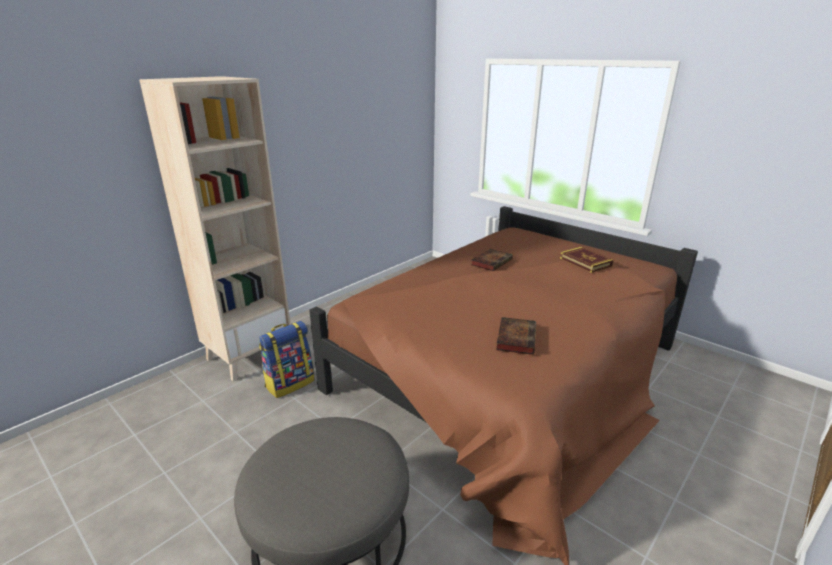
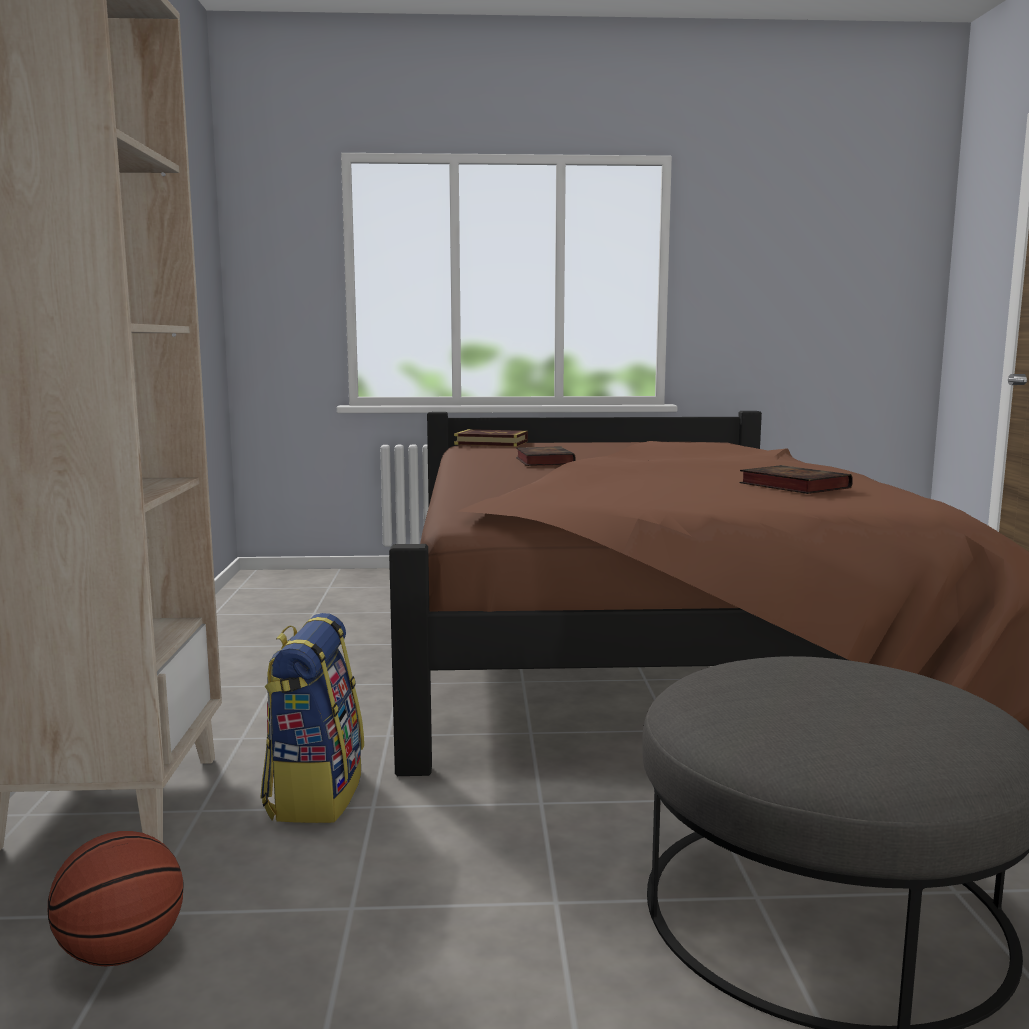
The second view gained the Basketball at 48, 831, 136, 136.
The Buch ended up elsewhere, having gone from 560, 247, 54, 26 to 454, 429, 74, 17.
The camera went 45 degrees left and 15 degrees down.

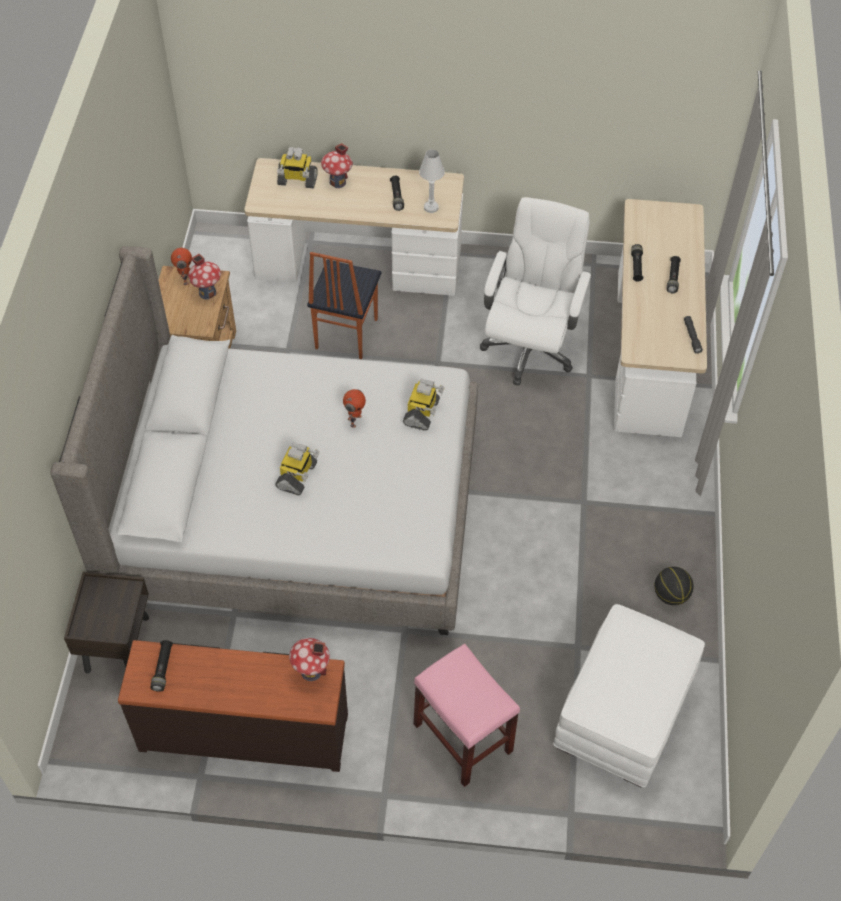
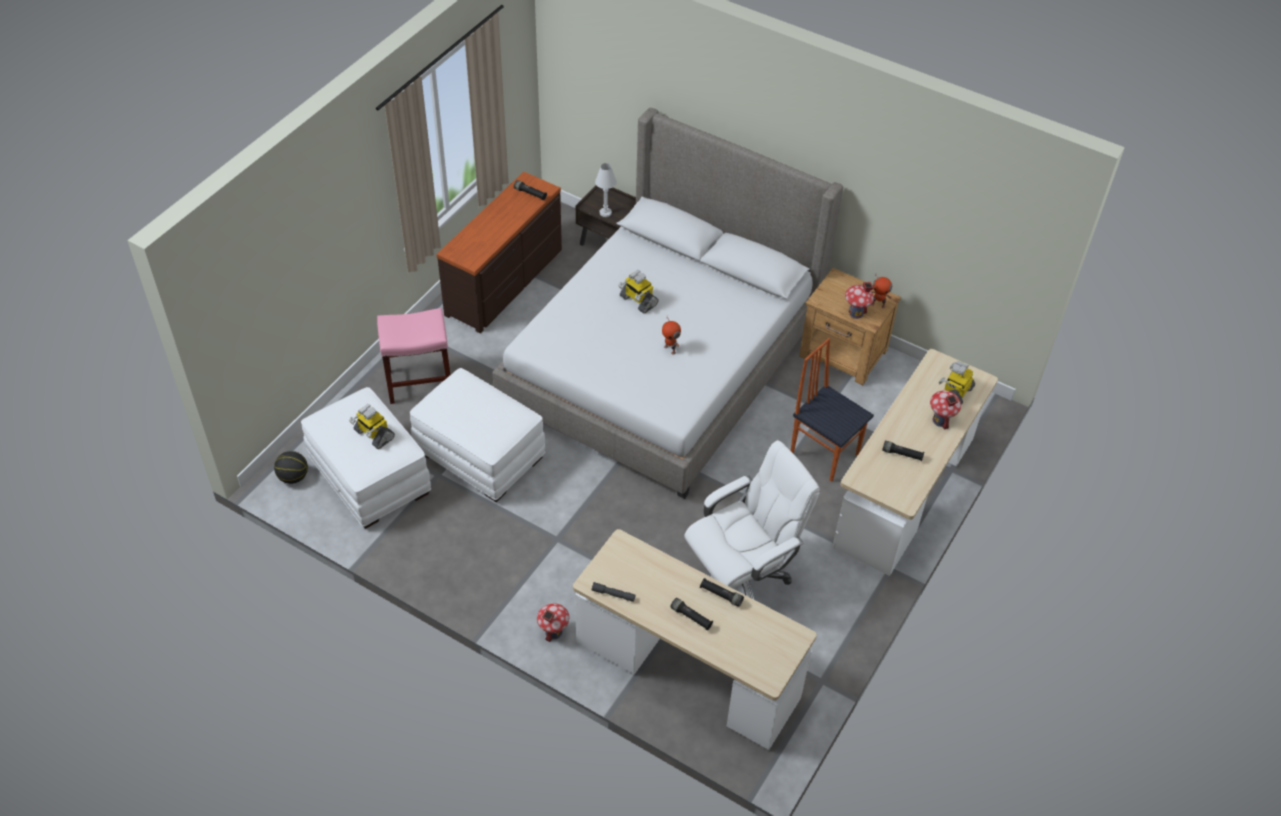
The Basketball ended up elsewhere, having gone from 655, 567, 39, 38 to 274, 451, 34, 33.
The Spielzeugroboter ended up elsewhere, having gone from 403, 378, 41, 53 to 349, 404, 46, 45.
The second view gained the Polsterhocker (weiß) at 410, 368, 135, 134.
The Spielzeughaus ended up elsewhere, having gone from 289, 638, 41, 43 to 537, 604, 32, 38.
The Tischlampe (weiß) ended up elsewhere, having gone from 419, 149, 26, 64 to 595, 163, 21, 54.
The Bürostuhl (weiß) at 480, 197, 112, 189 ended up facing another way, 75 degrees counterclockwise from before.
The camera went 115 degrees right and 5 degrees down.

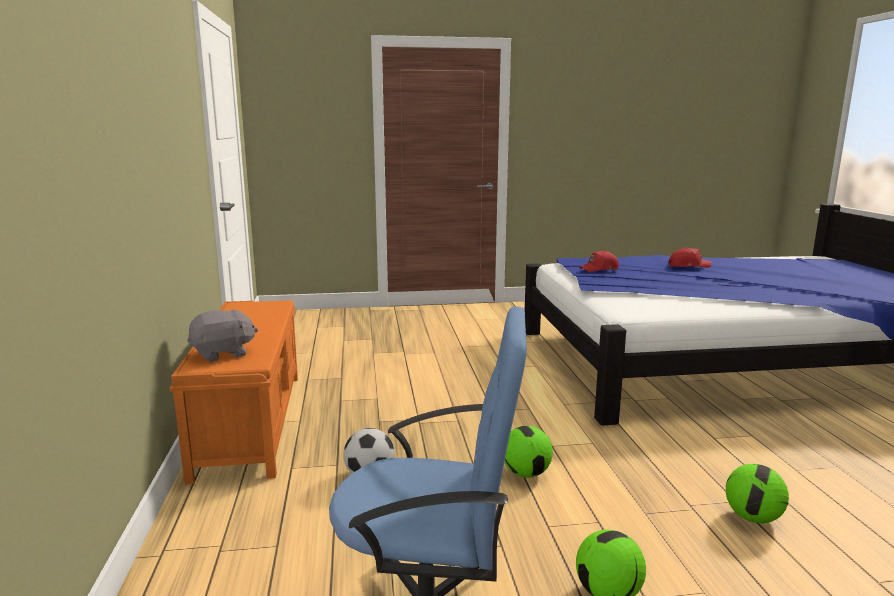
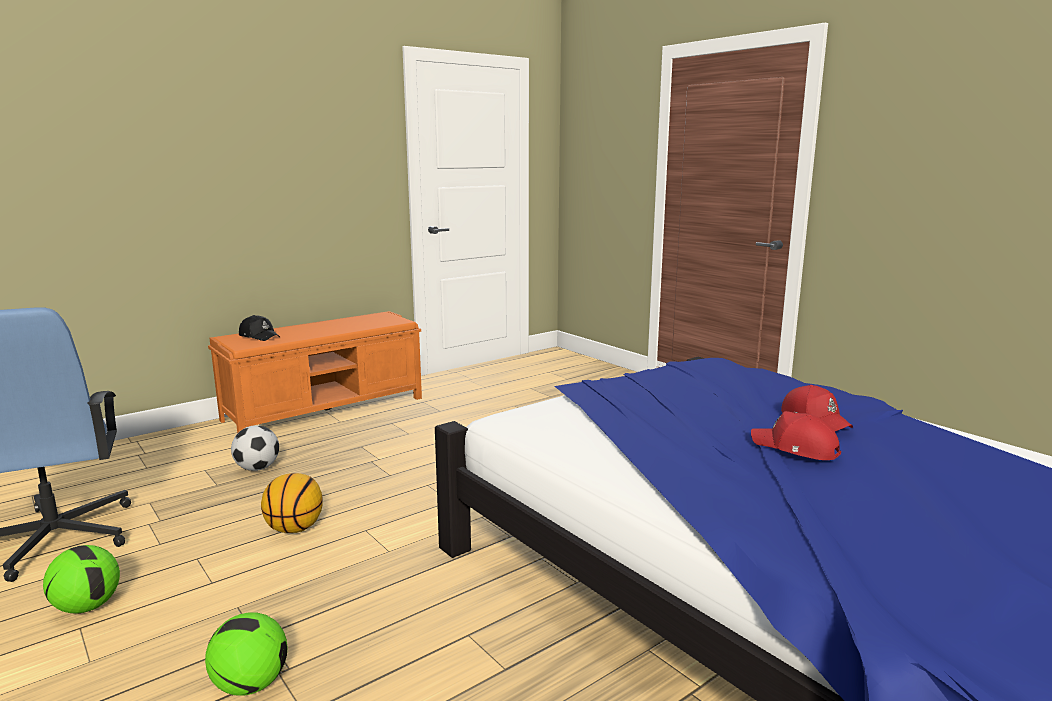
Where the Plüschtier (grau) stood at 187, 309, 71, 53, the Kappe (schwarz) came to stand at 239, 315, 41, 26.
Where the Fußball stood at 505, 426, 48, 52, the Basketball came to stand at 261, 473, 62, 60.
The Kappe (rot) ended up elsewhere, having gone from 579, 250, 40, 22 to 751, 411, 90, 49.
The camera went 60 degrees right and 0 degrees up.

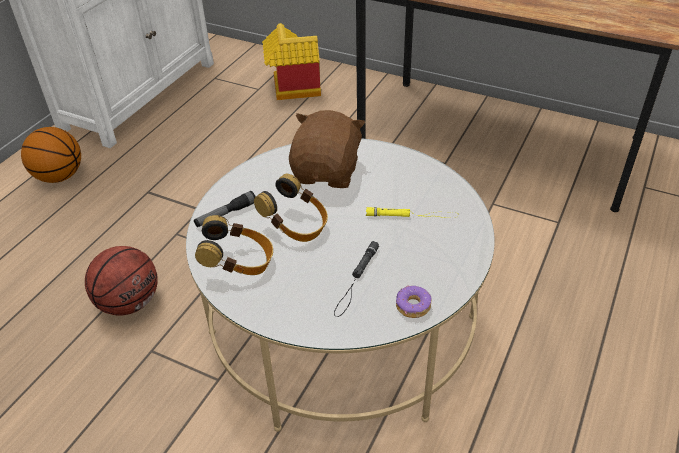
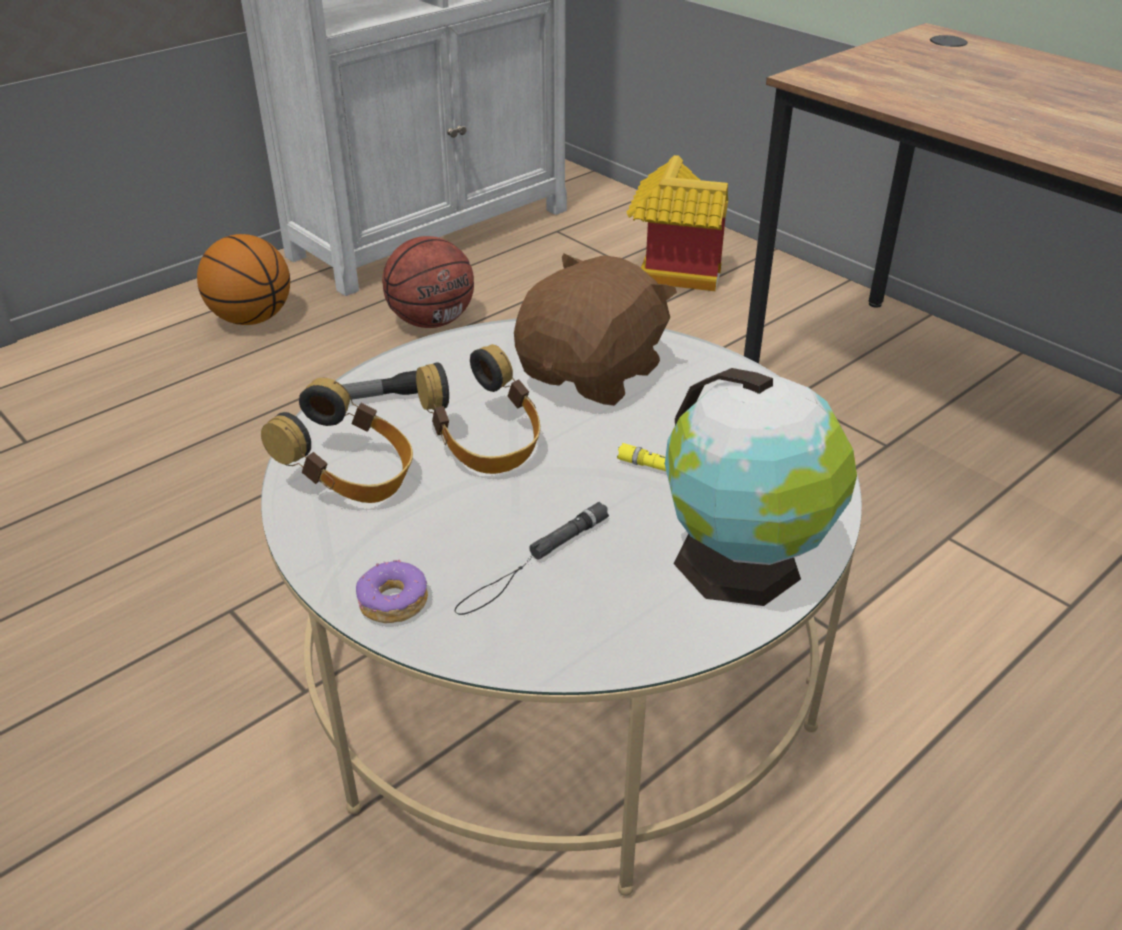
The Donut ended up elsewhere, having gone from 396, 285, 35, 33 to 356, 560, 72, 63.
The Basketball ended up elsewhere, having gone from 85, 246, 73, 70 to 382, 236, 92, 92.
The second view gained the Globus at 665, 368, 192, 238.
The camera went 20 degrees right and 5 degrees down.

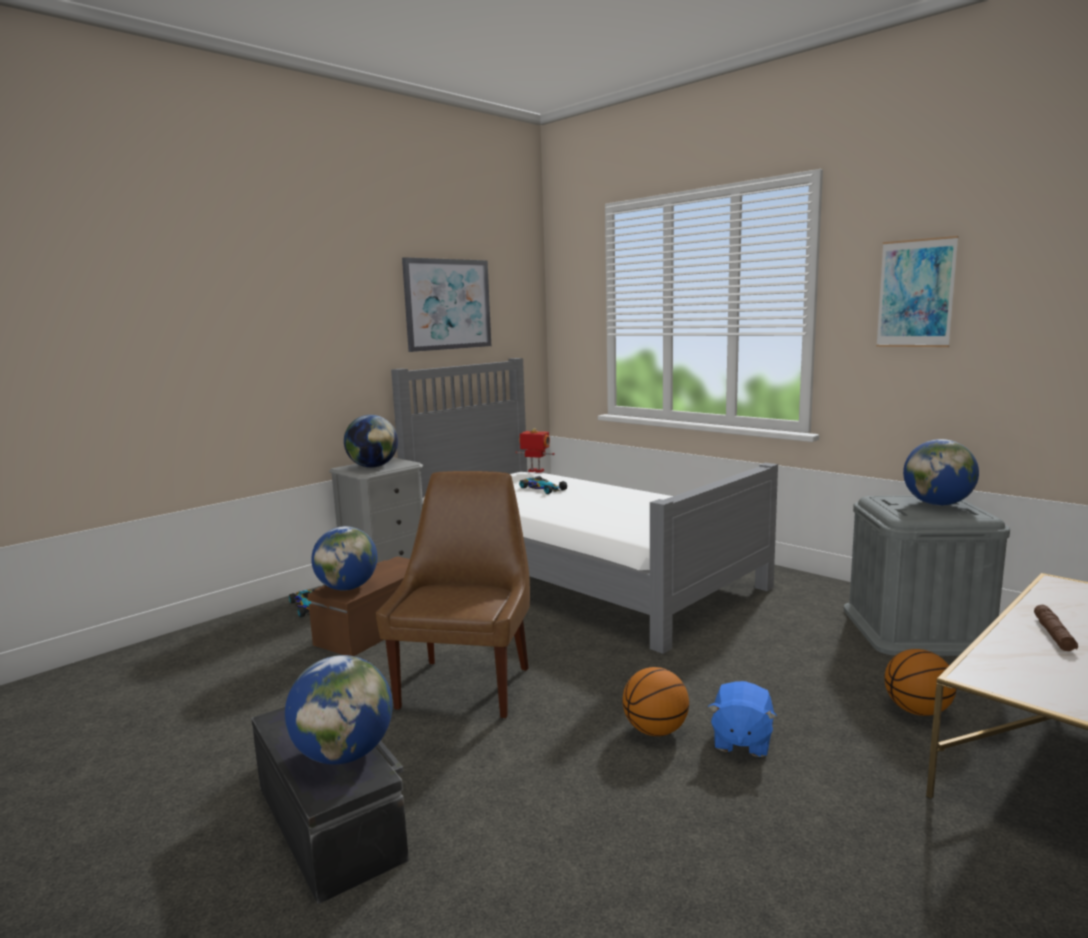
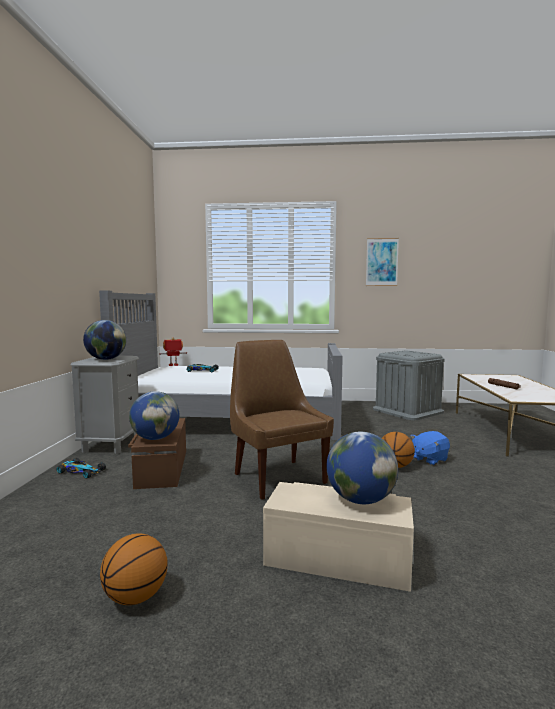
The Basketball ended up elsewhere, having gone from 884, 649, 73, 67 to 100, 533, 68, 72.
What was the Aufbewahrungsbox (schwarz) at 251, 707, 158, 197 turned into the Aufbewahrungsbox (beige) at 263, 482, 151, 110.
The Plüschtier (blau) at 708, 681, 69, 76 ended up facing another way, 75 degrees clockwise from before.
The second view lost the Bild at 402, 257, 89, 95.
The second view lost the Globus at 903, 439, 76, 67.
The camera went 40 degrees left and 5 degrees down.

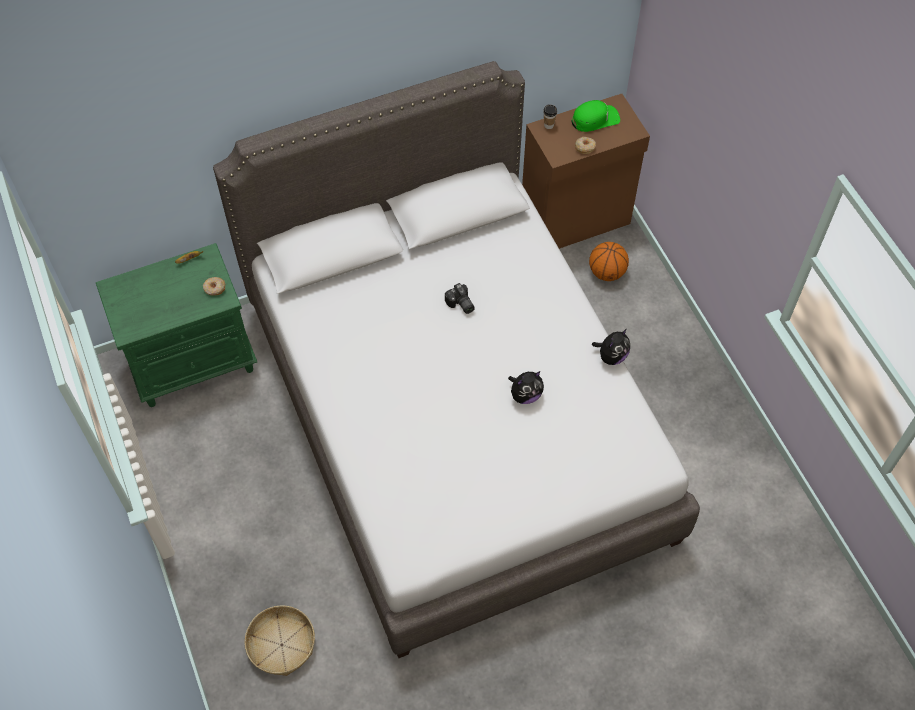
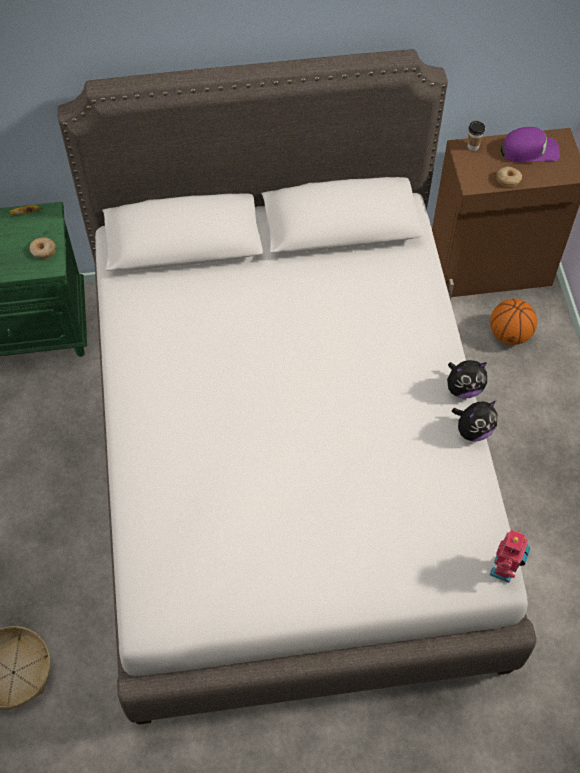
The Plüschtier ended up elsewhere, having gone from 508, 371, 36, 33 to 447, 360, 40, 39.
The second view gained the Spielzeugroboter at 490, 530, 40, 53.
What was the Kappe (grün) at 572, 100, 48, 32 turned into the Kappe (lila) at 501, 127, 59, 36.
The second view lost the Kamera at 445, 283, 30, 31.
The camera went 15 degrees right and 0 degrees up.

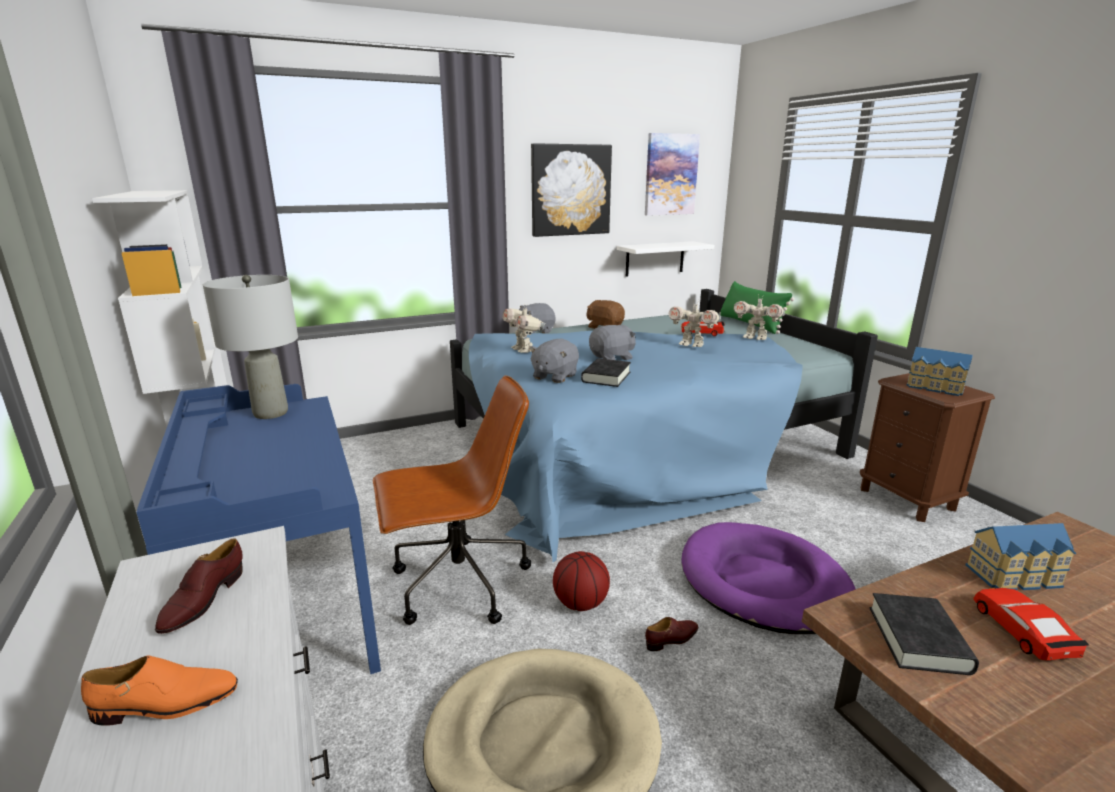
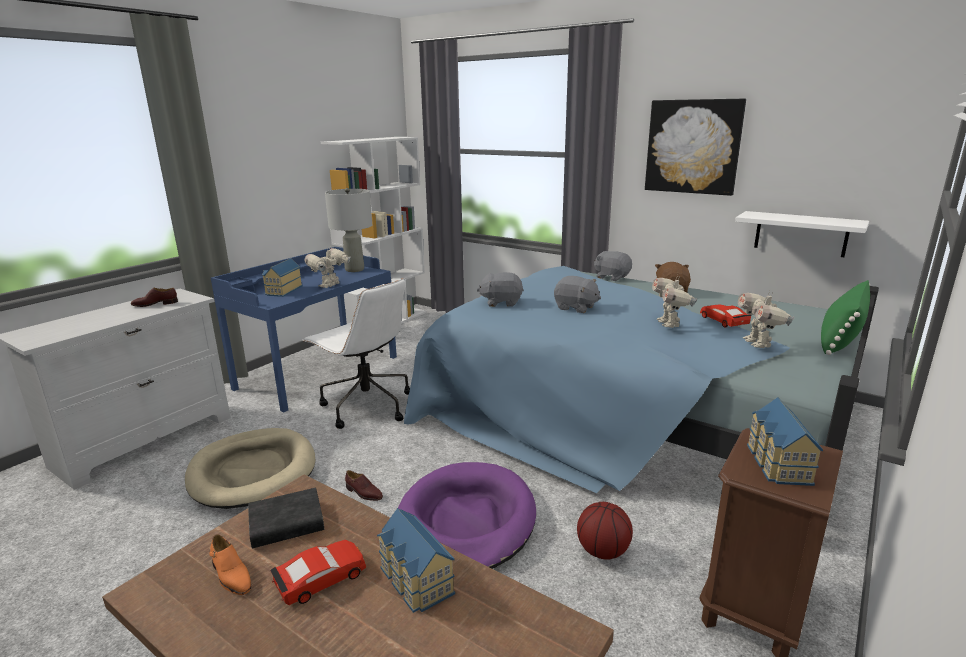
The Schuh (orange) ended up elsewhere, having gone from 81, 655, 157, 71 to 209, 534, 42, 61.
The second view gained the Spielzeughaus at 262, 258, 40, 39.
What was the Bürostuhl (braun) at 373, 375, 158, 250 turned into the Bürostuhl (weiß) at 302, 278, 108, 151.
The Spielzeugroboter ended up elsewhere, having gone from 502, 305, 44, 48 to 304, 248, 47, 40.
The Basketball ended up elsewhere, having gone from 553, 551, 57, 60 to 577, 502, 56, 58.
The second view lost the Buch (schwarz) at 581, 358, 50, 29.
The second view lost the Bild at 645, 133, 55, 83.
The camera went 60 degrees right and 0 degrees up.

